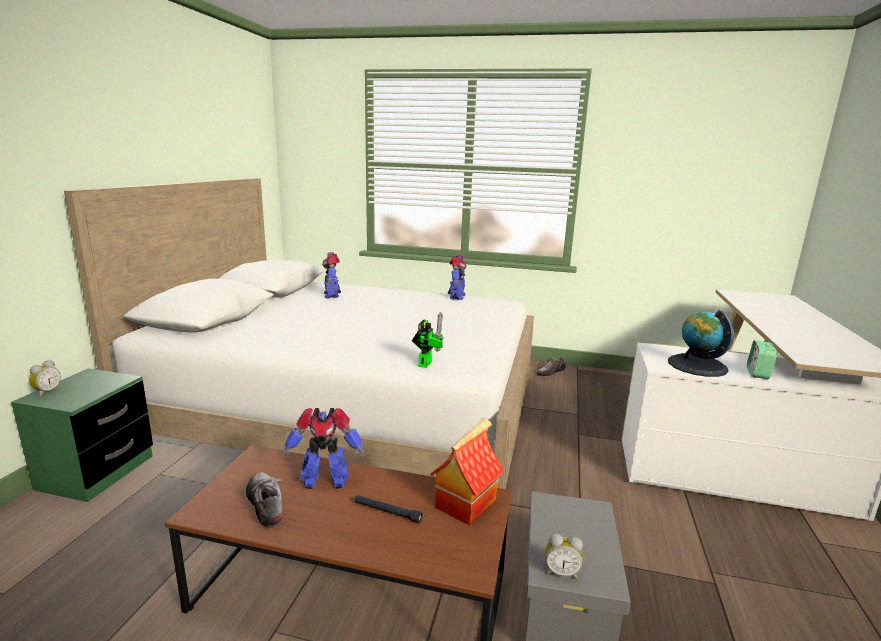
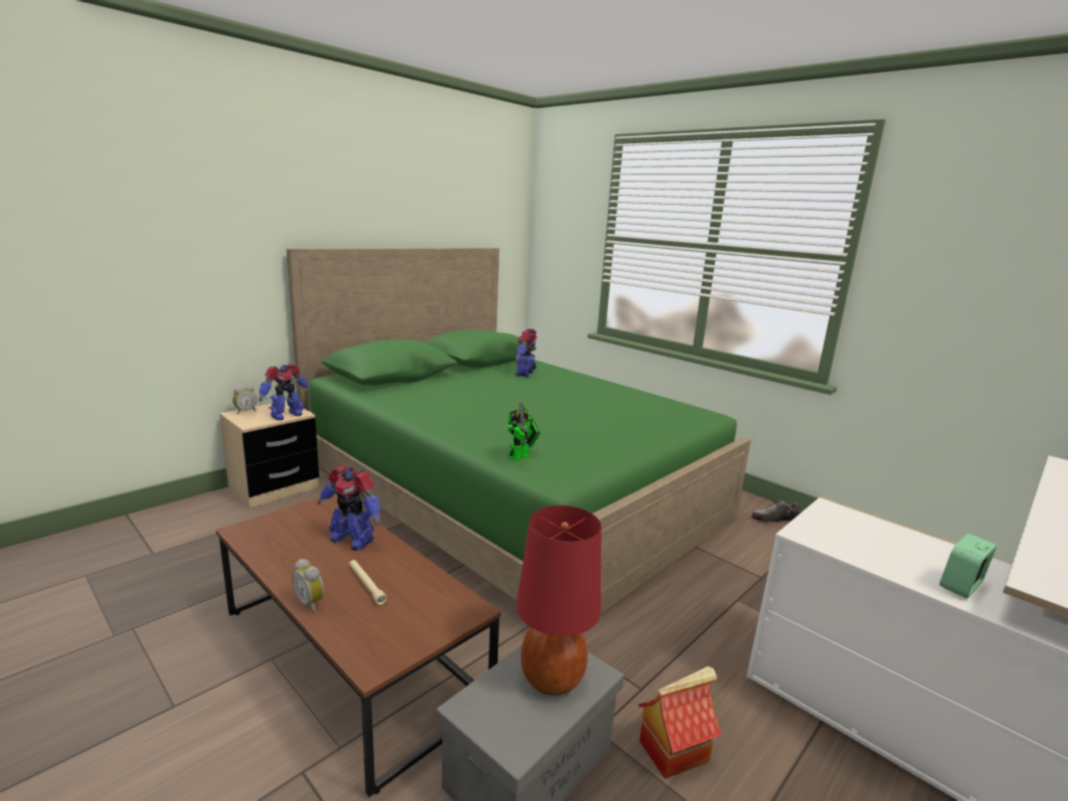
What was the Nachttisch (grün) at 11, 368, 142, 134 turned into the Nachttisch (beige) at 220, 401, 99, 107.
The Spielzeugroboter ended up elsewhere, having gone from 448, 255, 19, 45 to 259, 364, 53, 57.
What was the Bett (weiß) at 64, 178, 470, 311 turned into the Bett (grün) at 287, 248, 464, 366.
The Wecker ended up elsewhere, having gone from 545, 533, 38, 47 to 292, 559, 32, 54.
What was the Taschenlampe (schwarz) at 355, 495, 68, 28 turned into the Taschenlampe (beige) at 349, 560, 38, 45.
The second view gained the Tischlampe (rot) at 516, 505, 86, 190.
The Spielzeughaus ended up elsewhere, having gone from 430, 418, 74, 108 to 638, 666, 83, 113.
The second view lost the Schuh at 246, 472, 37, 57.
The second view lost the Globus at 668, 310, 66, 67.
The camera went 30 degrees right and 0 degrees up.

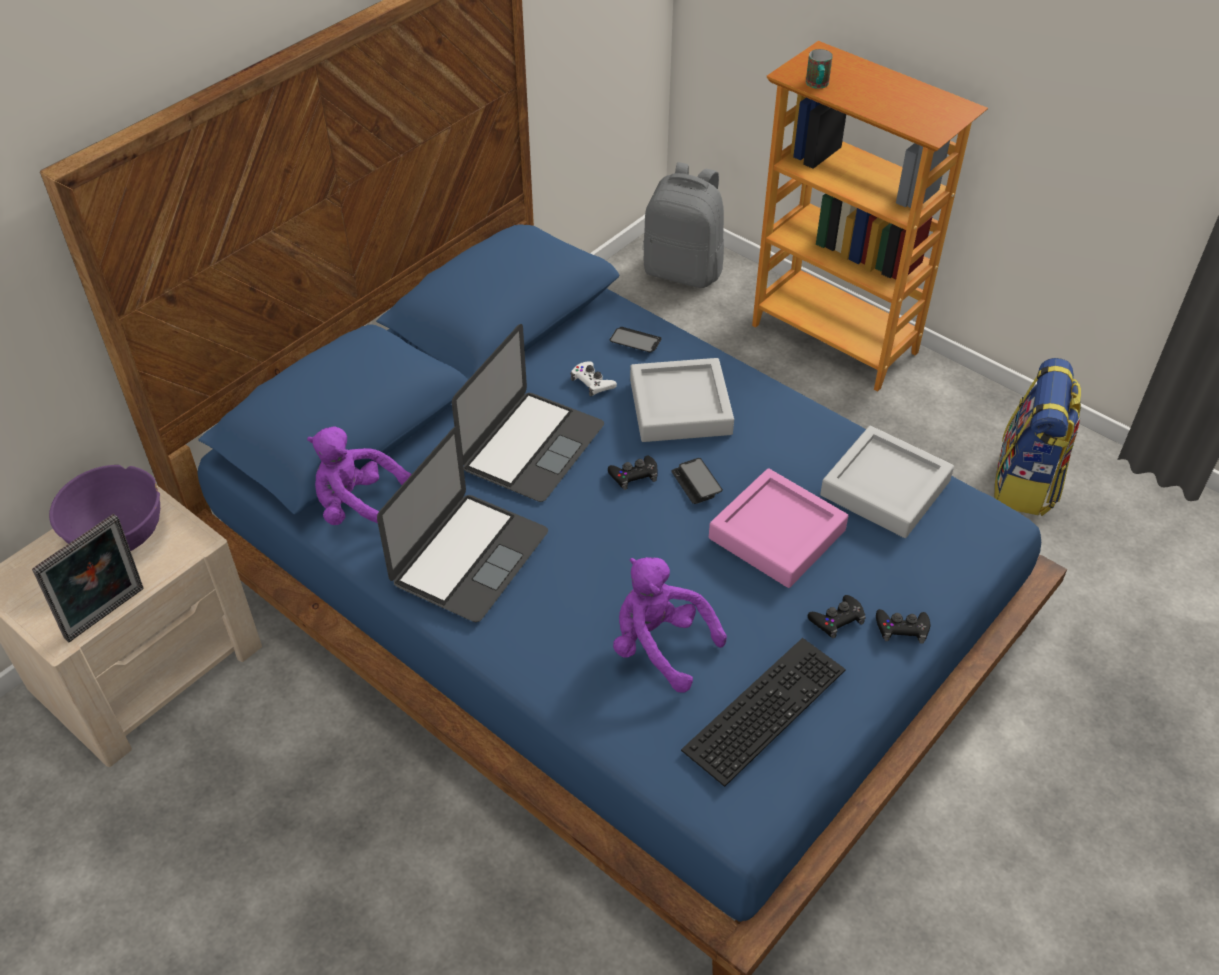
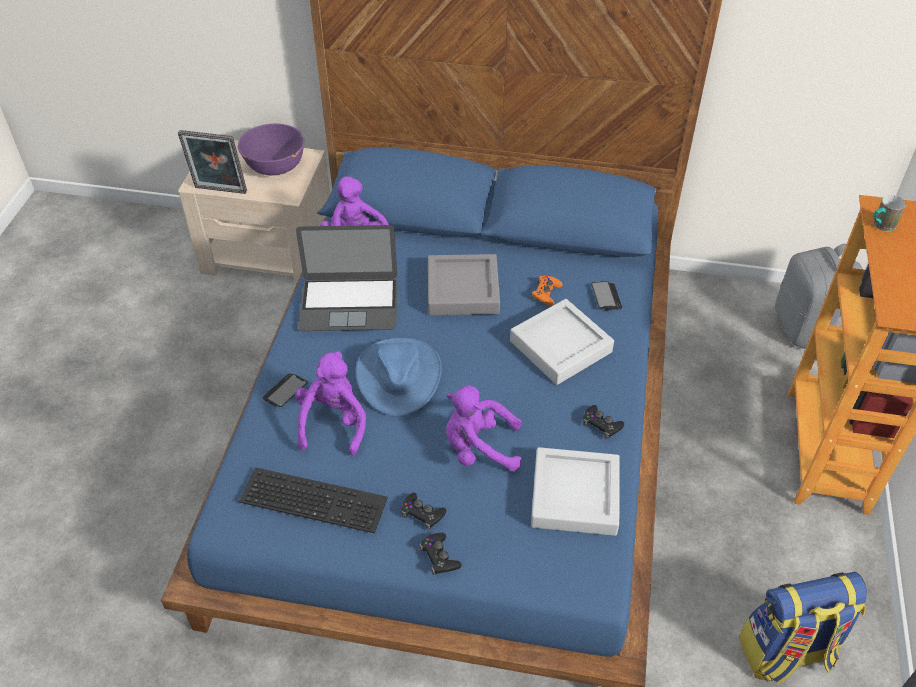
The Handy ended up elsewhere, having gone from 671, 458, 52, 46 to 263, 374, 45, 33.
The second view gained the Hut (blau) at 355, 338, 87, 78.
Where the Laptop stood at 452, 324, 152, 178, the Tablett (grau) came to stand at 428, 254, 72, 61.
Where the Tablett (rosa) stood at 709, 468, 139, 120, the Plüschtier (lila) came to stand at 446, 385, 76, 86.
What was the Gamepad (weiß) at 570, 361, 47, 35 turned into the Gamepad (orange) at 531, 276, 31, 30.
The Gamepad (schwarz) ended up elsewhere, having gone from 608, 455, 49, 35 to 583, 405, 41, 34.
The camera went 60 degrees right and 0 degrees up.

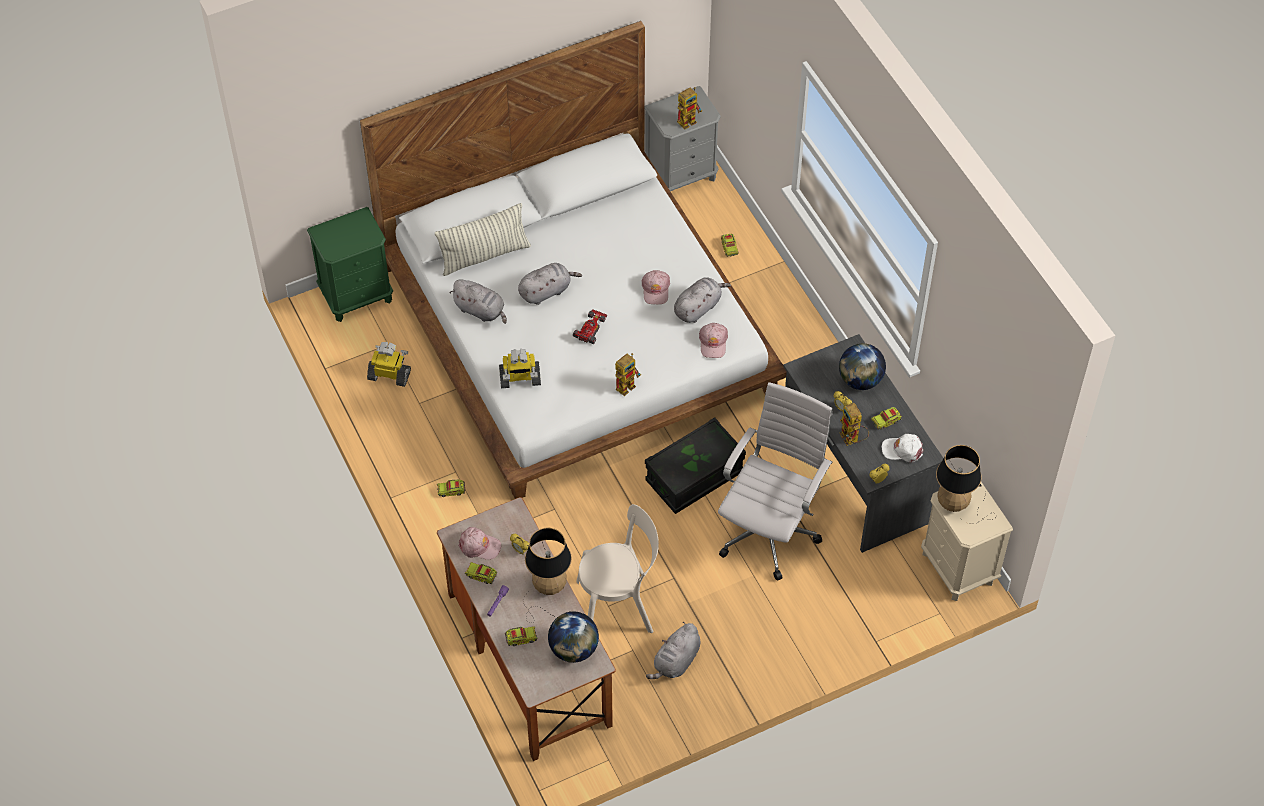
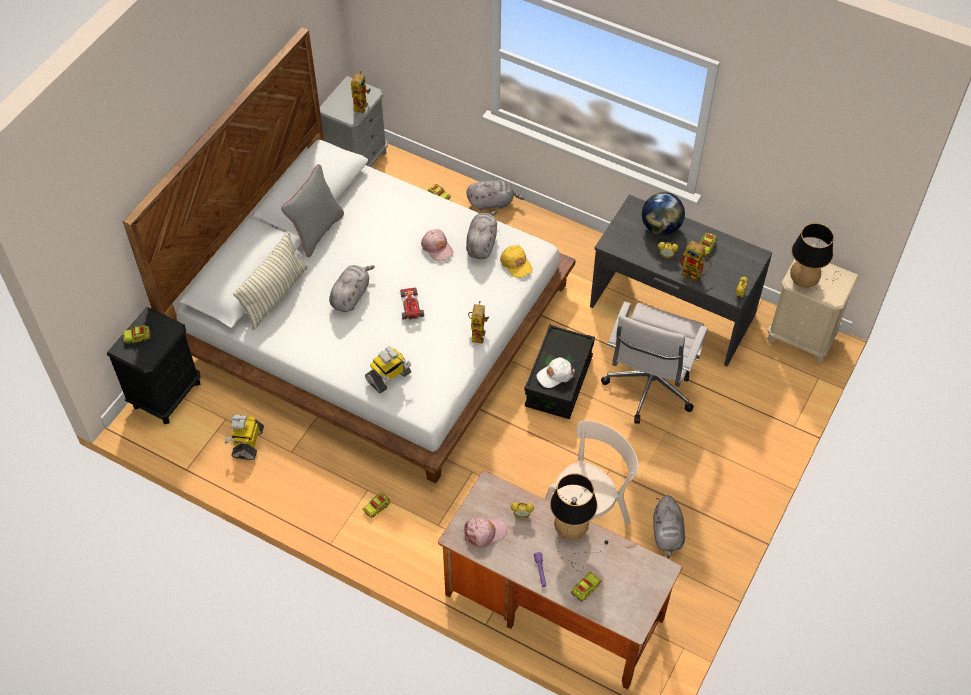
What was the Nachttisch (grün) at 307, 207, 86, 115 turned into the Nachttisch (schwarz) at 107, 307, 94, 117.
The Spielzeuglaster ended up elsewhere, having gone from 465, 562, 32, 22 to 122, 325, 29, 19.
The Spielzeugroboter at 367, 342, 44, 45 ended up facing another way, 60 degrees counterclockwise from before.
The second view gained the Kissen (grau) at 281, 164, 63, 93.
The Plüschtier (grau) ended up elsewhere, having gone from 450, 280, 57, 44 to 466, 180, 58, 30.
What was the Kappe (rosa) at 699, 323, 29, 35 turned into the Kappe (gelb) at 500, 245, 33, 33.
The Kappe (weiß) ended up elsewhere, having gone from 882, 434, 42, 28 to 537, 357, 38, 31.
The Bürostuhl (weiß) at 718, 382, 114, 199 ended up facing another way, 150 degrees counterclockwise from before.
The second view lost the Globus at 548, 612, 51, 51.
The camera went 35 degrees left and 0 degrees up.

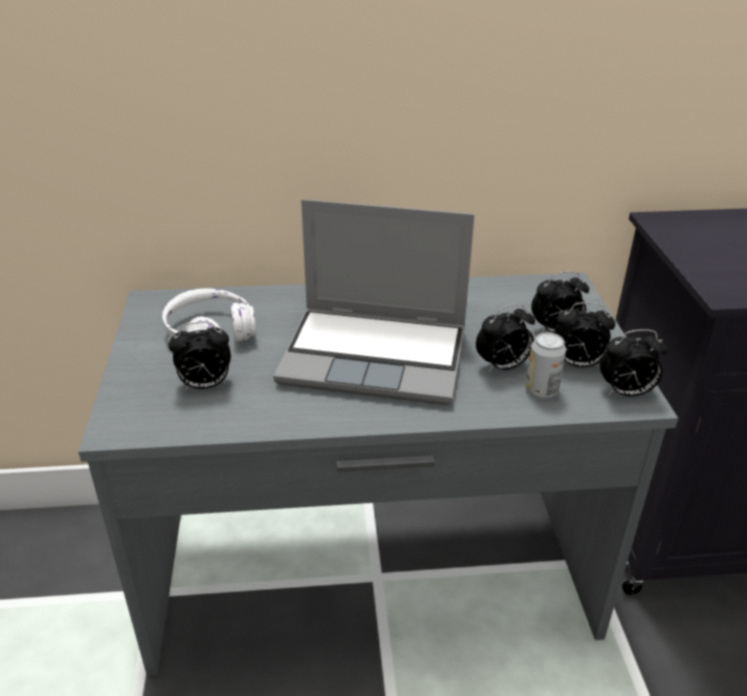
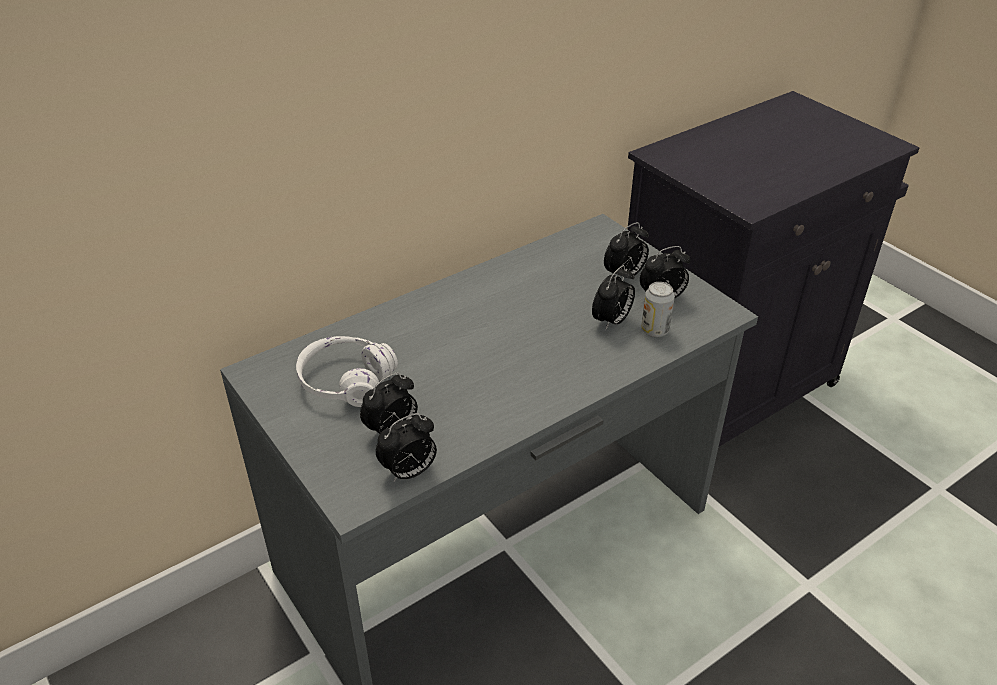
The Wecker ended up elsewhere, having gone from 600, 329, 67, 68 to 376, 413, 61, 69.
The second view lost the Laptop at 273, 199, 201, 206.
The camera went 30 degrees left and 5 degrees up.

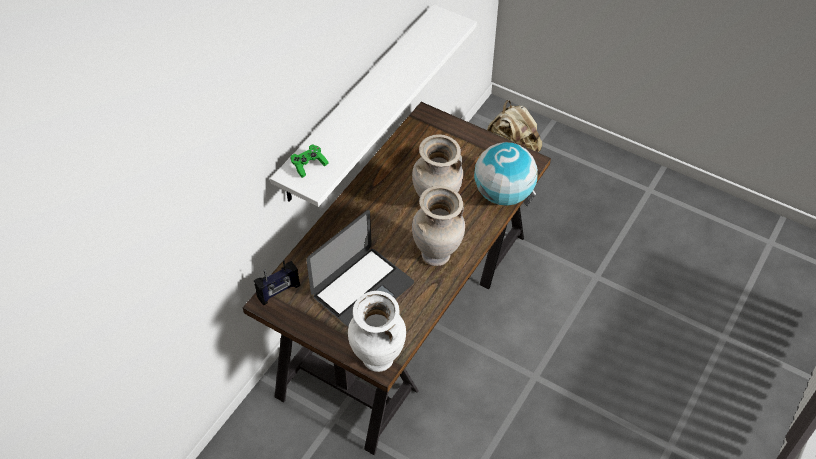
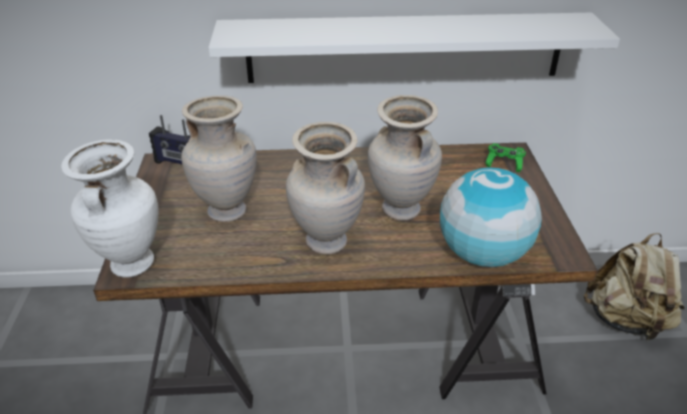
Where the Laptop stood at 306, 210, 108, 117, the Vase (beige) came to stand at 181, 95, 76, 127.
The Gamepad (grün) ended up elsewhere, having gone from 290, 145, 39, 33 to 485, 143, 41, 29.
The camera went 55 degrees right and 15 degrees down.

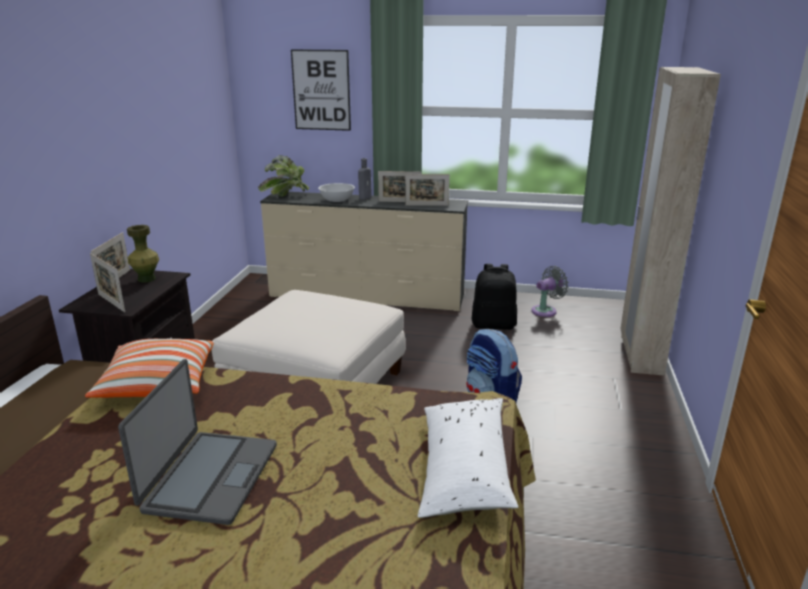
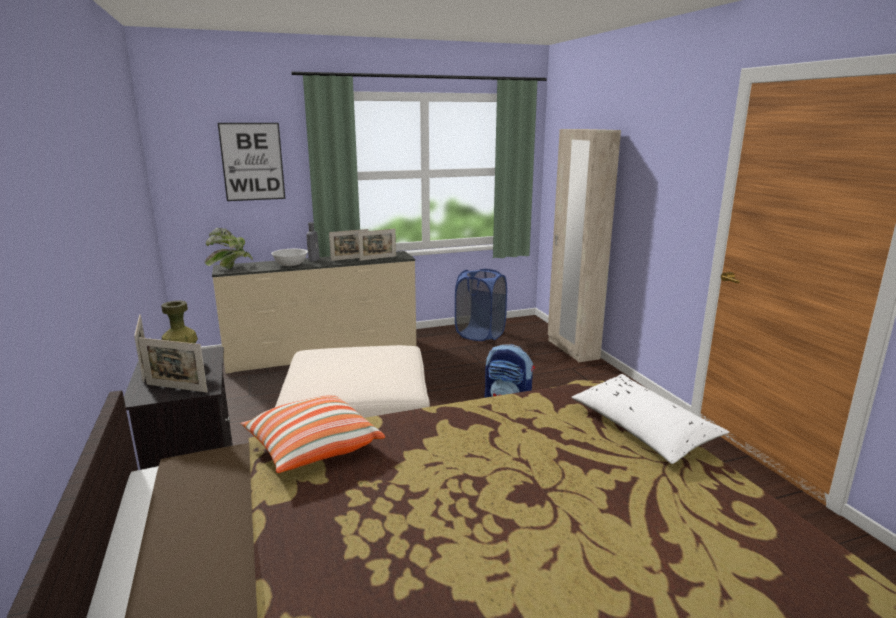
Where the Ventilator (grau) stood at 531, 266, 38, 51, the Wäschekorb (blau) came to stand at 455, 268, 52, 73.
The second view lost the Laptop at 118, 359, 159, 166.
The second view lost the Rucksack (schwarz) at 472, 264, 45, 66.
The camera went 30 degrees left and 5 degrees down.

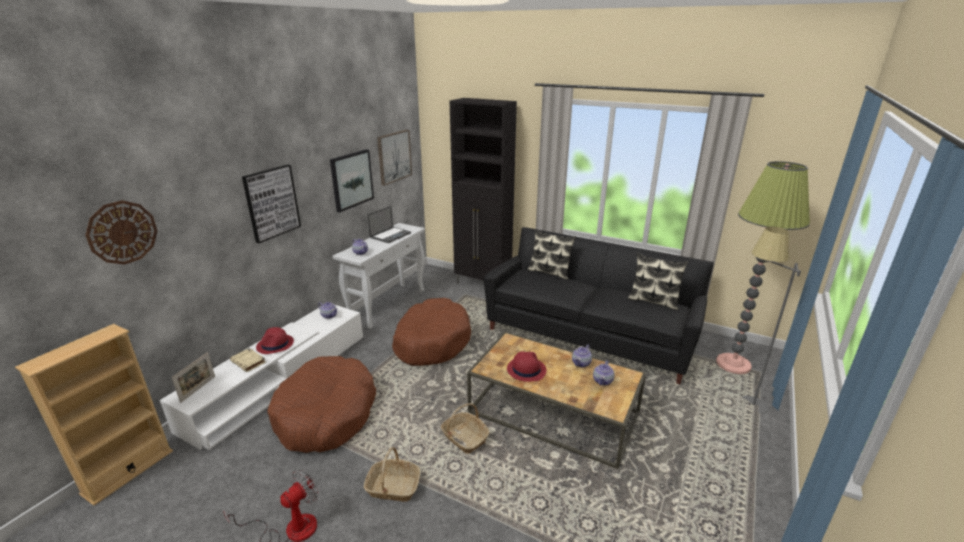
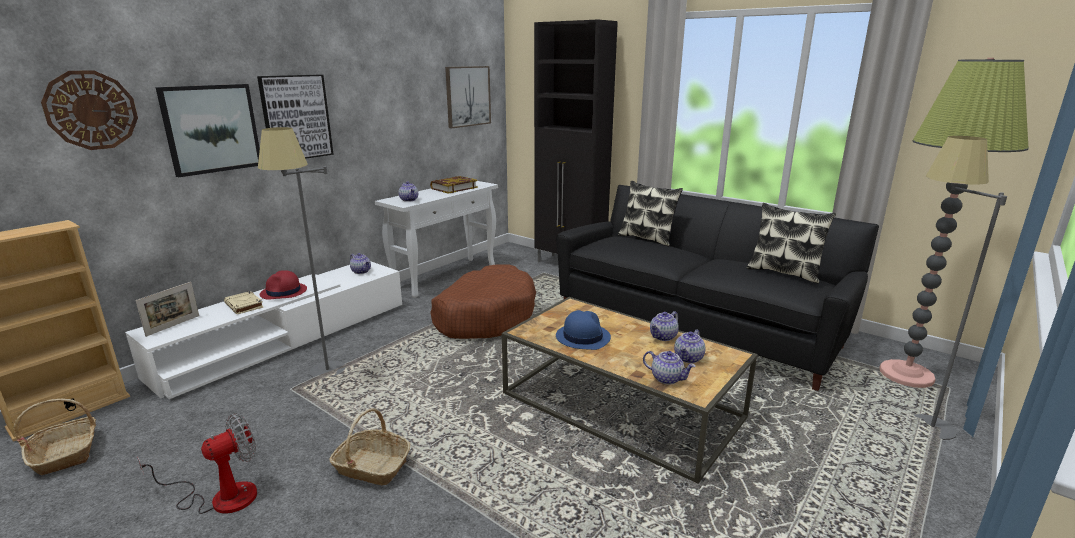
The Korb ended up elsewhere, having gone from 441, 403, 49, 51 to 14, 399, 82, 76.
The Bild ended up elsewhere, having gone from 330, 149, 44, 63 to 156, 84, 104, 93.
Where the Hundebett (braun) stood at 267, 356, 109, 97, the Stehlampe (grau) came to stand at 258, 127, 87, 250.
Where the Laptop stood at 367, 206, 44, 37, the Buch came to stand at 430, 176, 48, 18.
What was the Hut (rot) at 507, 351, 40, 31 turned into the Hut (blau) at 556, 310, 55, 40.
The second view gained the Teekanne at 643, 351, 52, 34.
The camera went 10 degrees right and 5 degrees down.

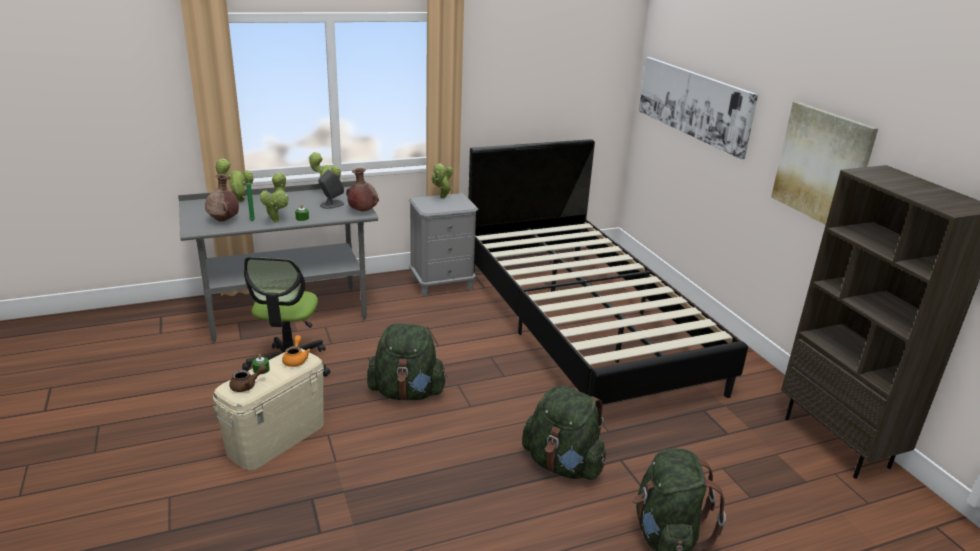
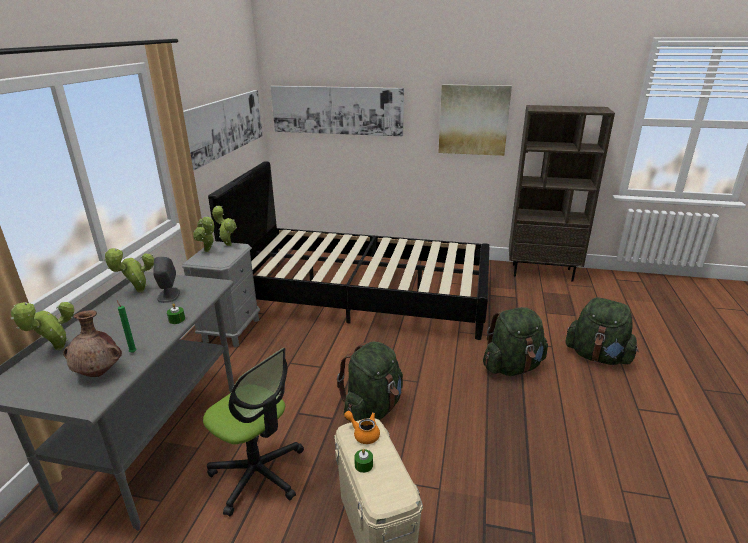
The second view gained the Bild at 183, 90, 80, 81.
The Topfpflanze ended up elsewhere, having gone from 260, 173, 29, 50 to 212, 206, 25, 40.
The second view lost the Teekanne (braun) at 229, 365, 38, 27.
The second view lost the Vase (braun) at 346, 168, 33, 43.
The camera went 55 degrees left and 0 degrees up.

